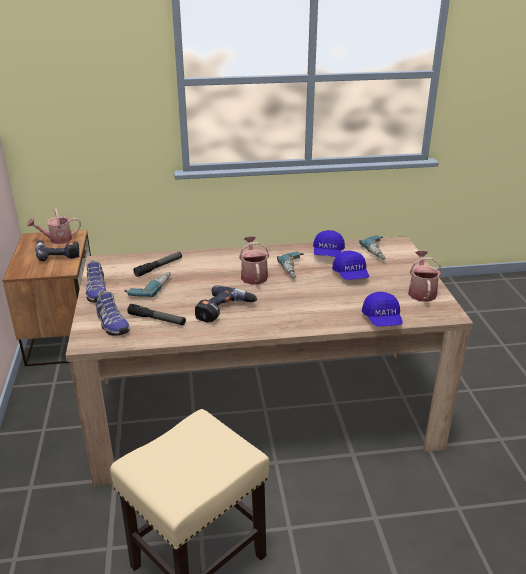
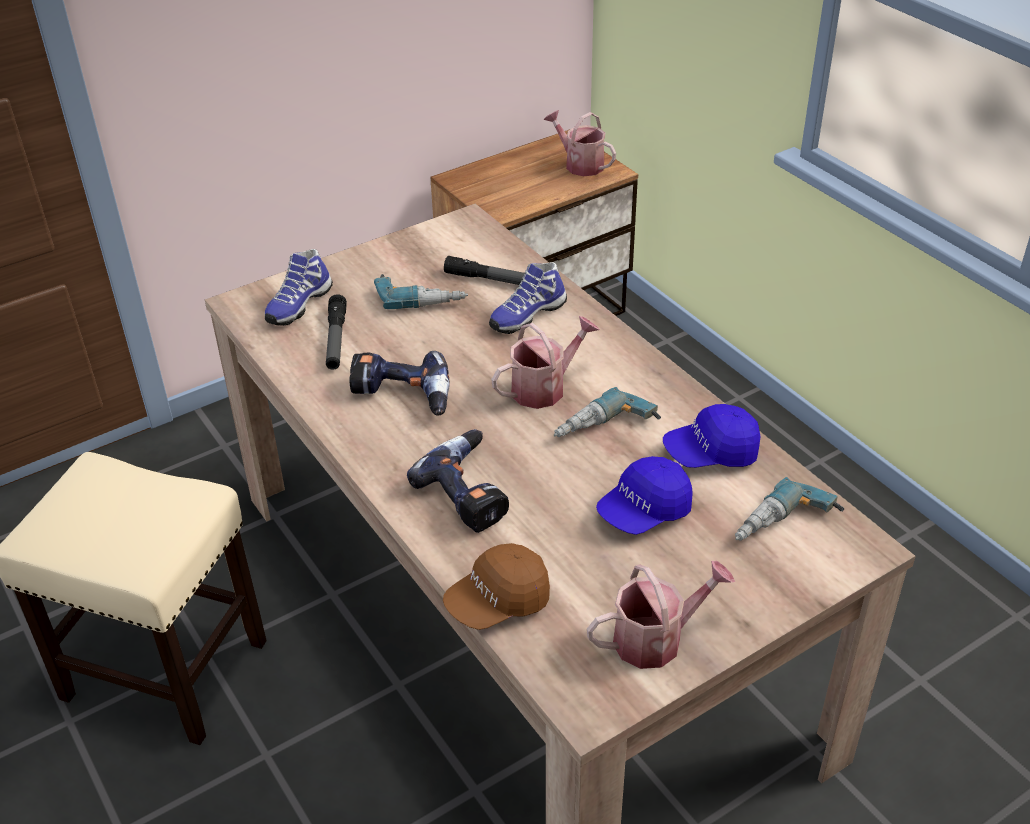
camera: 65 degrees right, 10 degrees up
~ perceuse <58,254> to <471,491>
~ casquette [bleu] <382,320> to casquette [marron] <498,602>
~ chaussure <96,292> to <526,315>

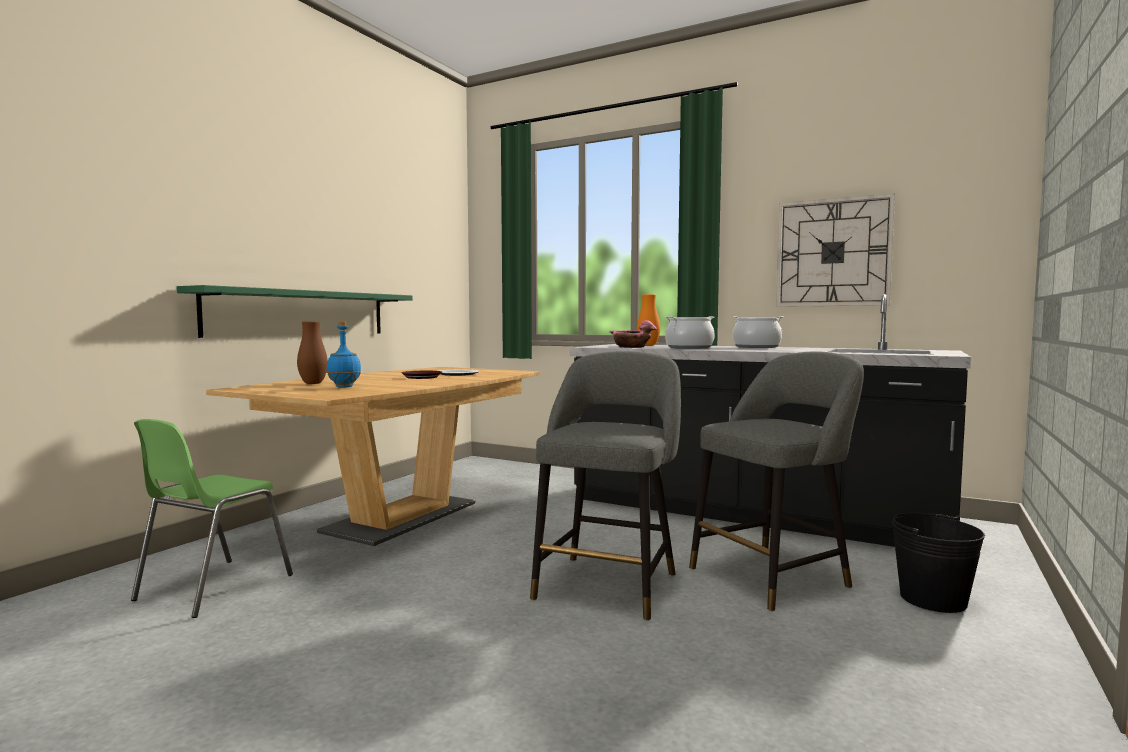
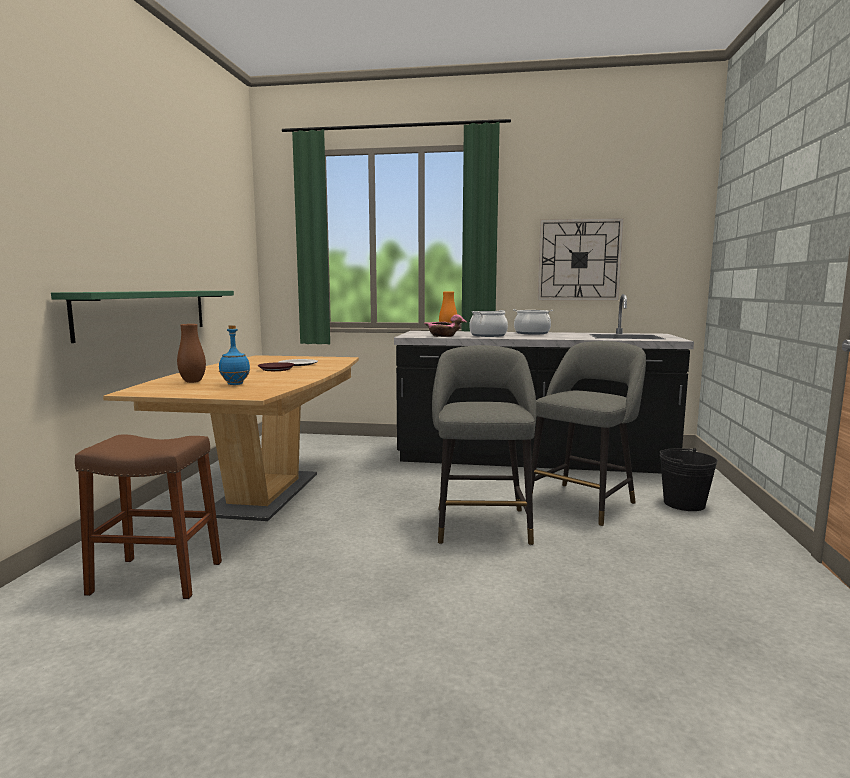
camera: 20 degrees left, 5 degrees up
~ chaise [vert] <212,588> to tabouret [marron] <156,577>

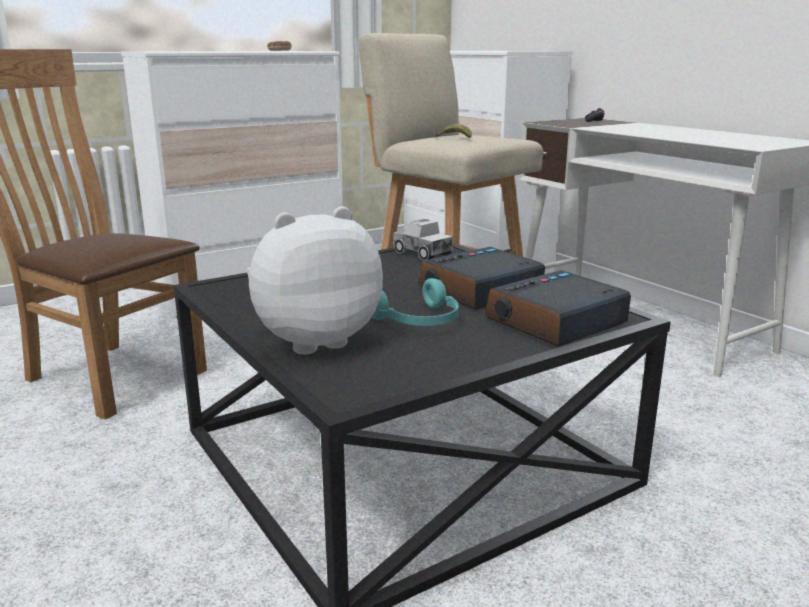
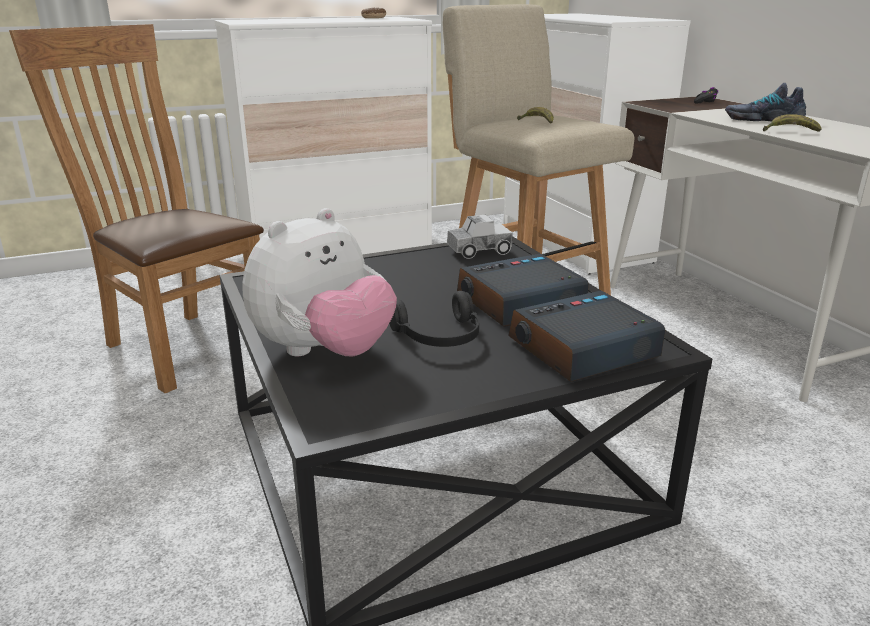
camera: 10 degrees right, 5 degrees up
~ peluche <313,340> = <324,352> 150 degrees clockwise
~ casque audio [turquoise] <419,321> to casque audio [noir] <440,337>
~ camion jouet <422,253> = <479,251> 75 degrees counterclockwise
+ chaussure <763,119>
+ banane <790,131>

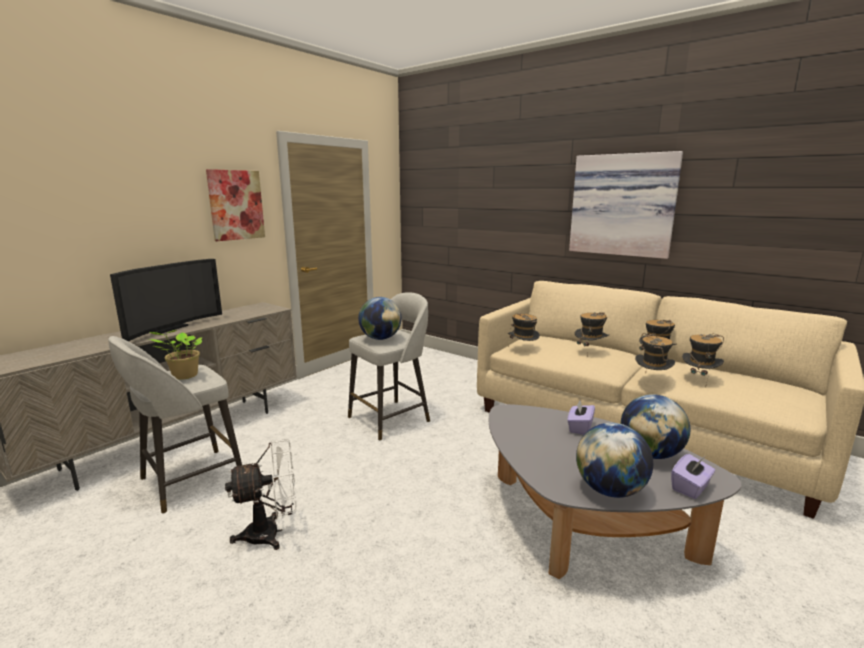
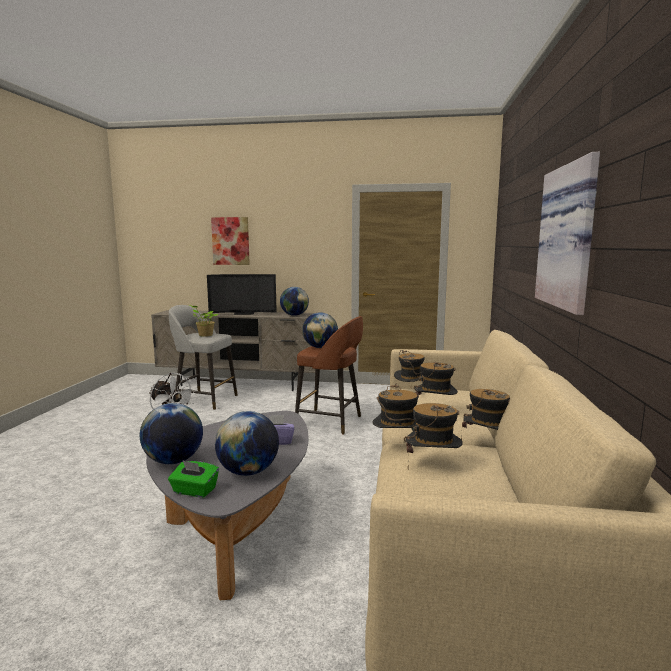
camera: 60 degrees right, 5 degrees down
~ boîte à mouchoirs [violet] <691,488> to boîte à mouchoirs [vert] <194,491>
~ tableau <236,205> to <230,241>
+ globe <294,315>
~ tabouret [gris] <391,418> to tabouret [marron] <330,422>

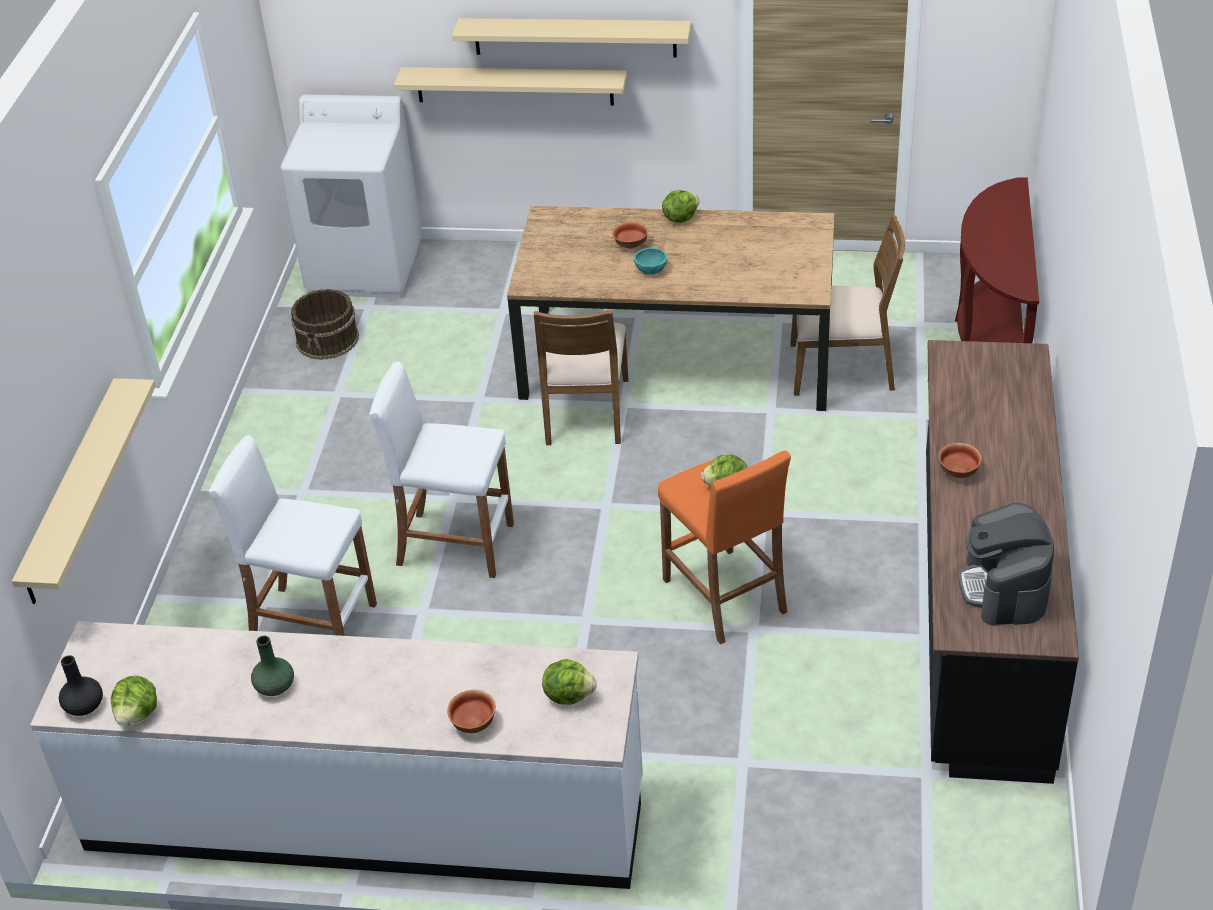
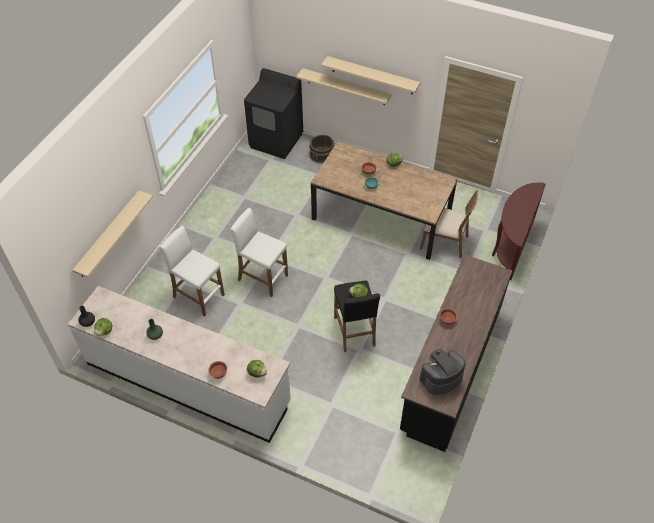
camera: 15 degrees right, 10 degrees up
~ lave-linge [blanc] <365,267> to lave-linge [noir] <276,141>
~ seau [marron] <328,339> to <322,155>
~ tabouret [orange] <724,596> to tabouret [noir] <354,331>
~ machine à café <1004,588> = <441,378> 45 degrees clockwise
- chaise [marron] <585,412>

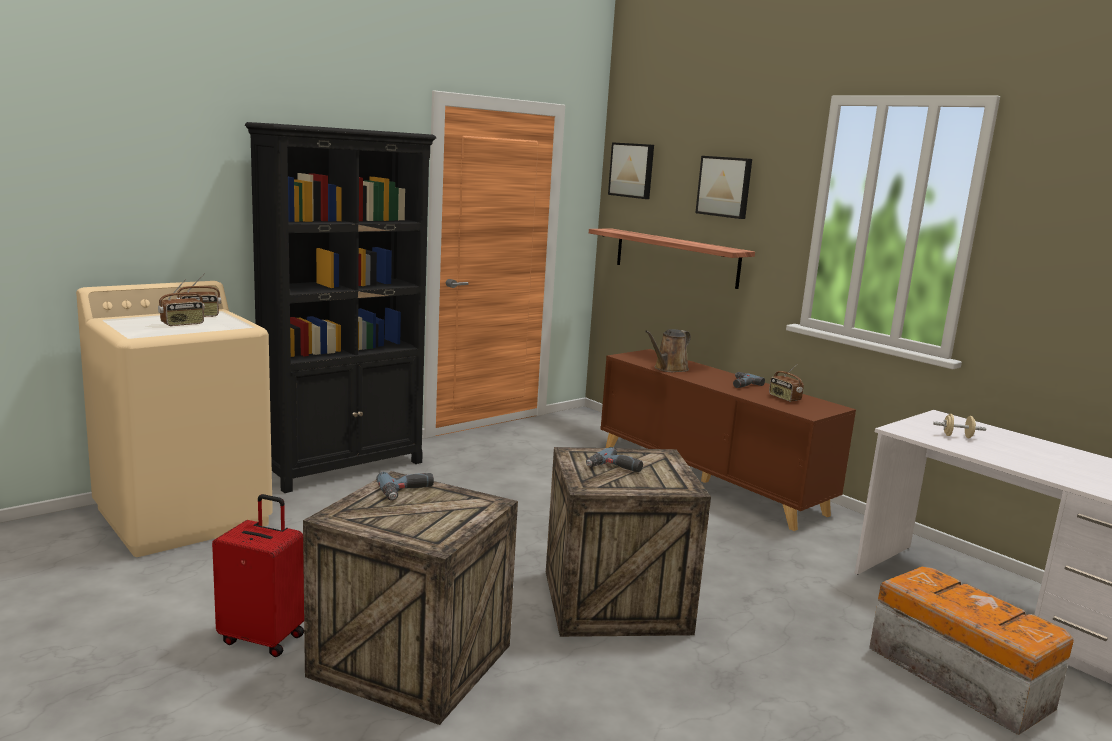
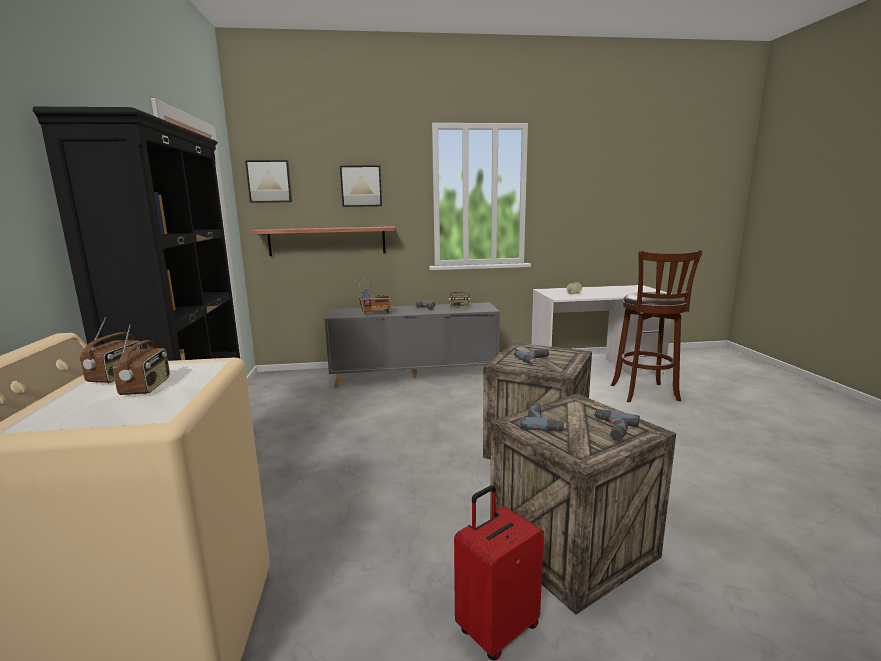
camera: 55 degrees left, 0 degrees up
~ meuble de rangement [marron] <709,480> to meuble de rangement [gris] <415,375>
~ arrosoir [marron] <669,369> to radio <376,313>
+ perceuse <611,429>
~ boîte de rangement <958,675> to tabouret [marron] <646,394>

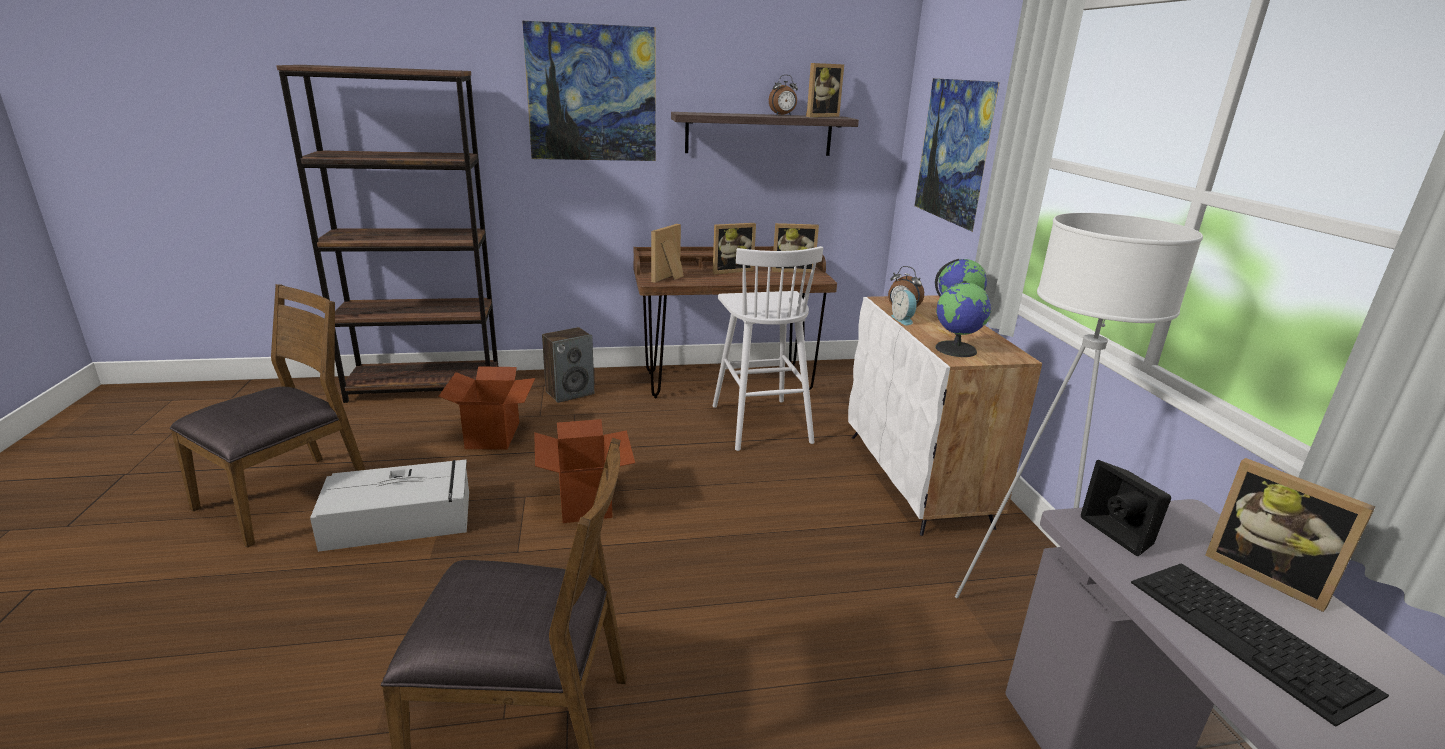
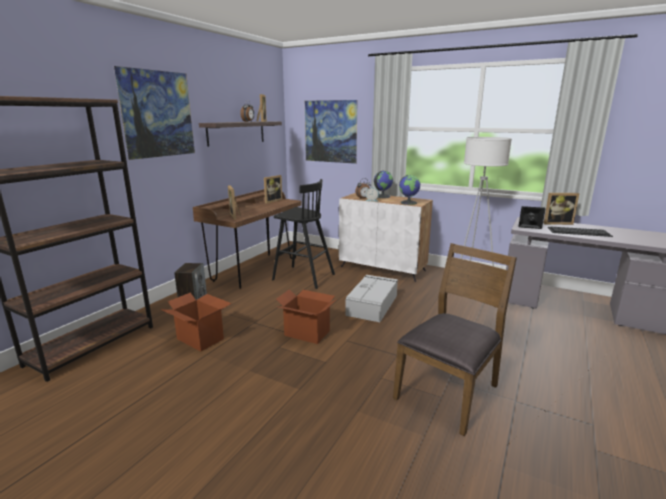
camera: 50 degrees left, 5 degrees down
~ tabouret [blanc] <760,423> to tabouret [noir] <302,277>
~ boîte de rangement [gris] <401,519> to <372,304>
- chaise [marron] <286,496>
- cadre photo <731,270>

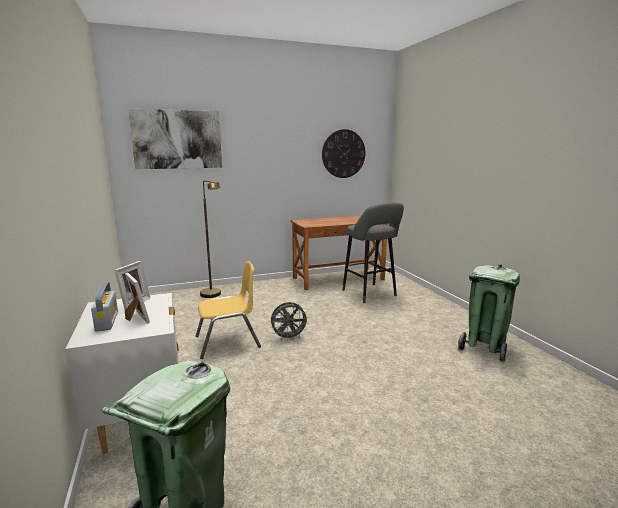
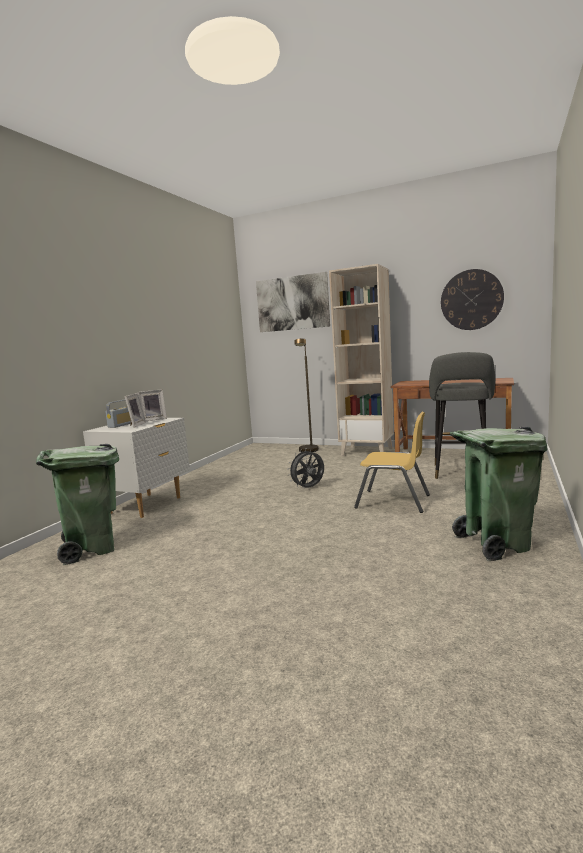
camera: 45 degrees right, 5 degrees down
~ ventilateur [gris] <289,338> = <308,488> 120 degrees clockwise
+ bibliothèque [beige] <367,451>
~ chaise [jaune] <228,342> to <393,501>

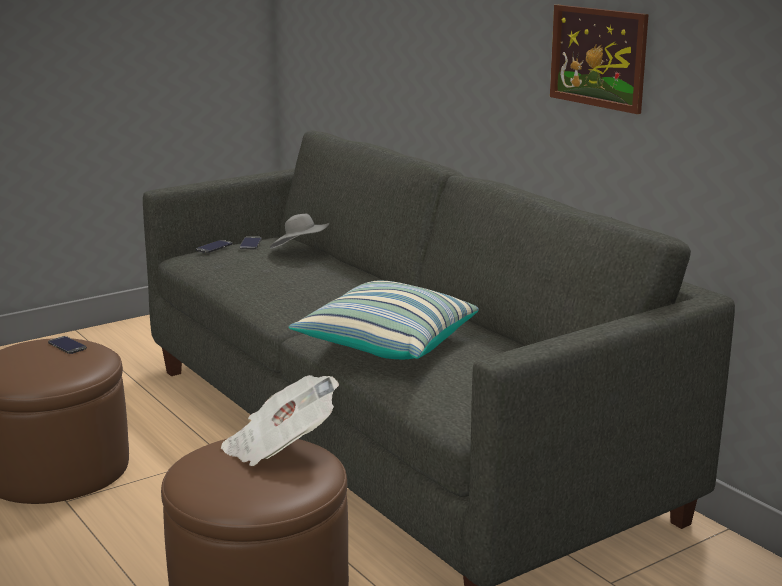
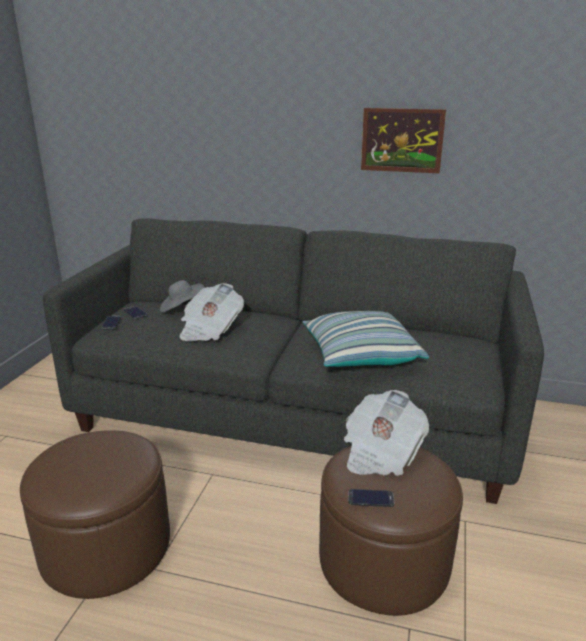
camera: 40 degrees left, 5 degrees up
+ journal <210,329>
~ téléphone <67,345> to <371,498>

